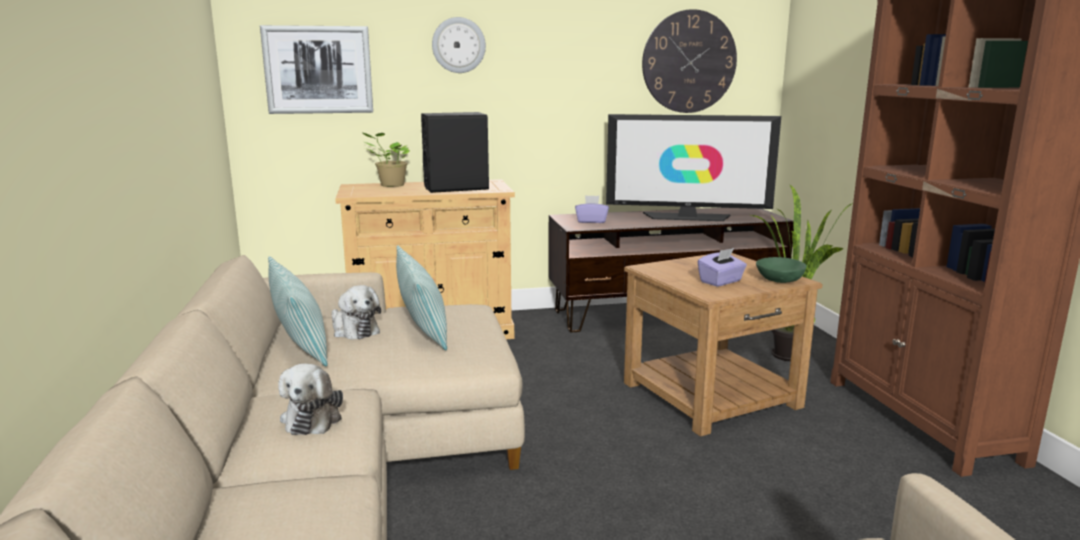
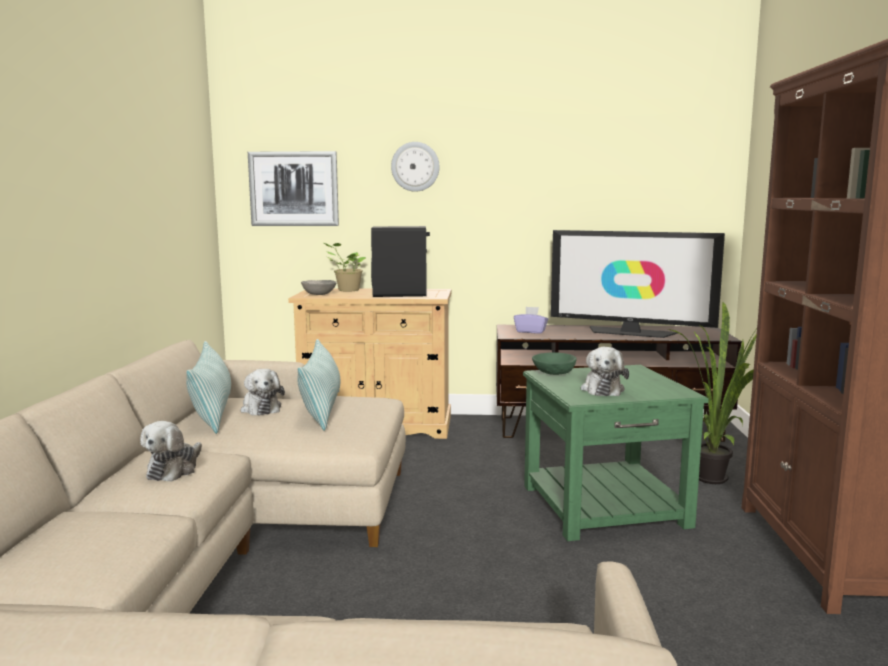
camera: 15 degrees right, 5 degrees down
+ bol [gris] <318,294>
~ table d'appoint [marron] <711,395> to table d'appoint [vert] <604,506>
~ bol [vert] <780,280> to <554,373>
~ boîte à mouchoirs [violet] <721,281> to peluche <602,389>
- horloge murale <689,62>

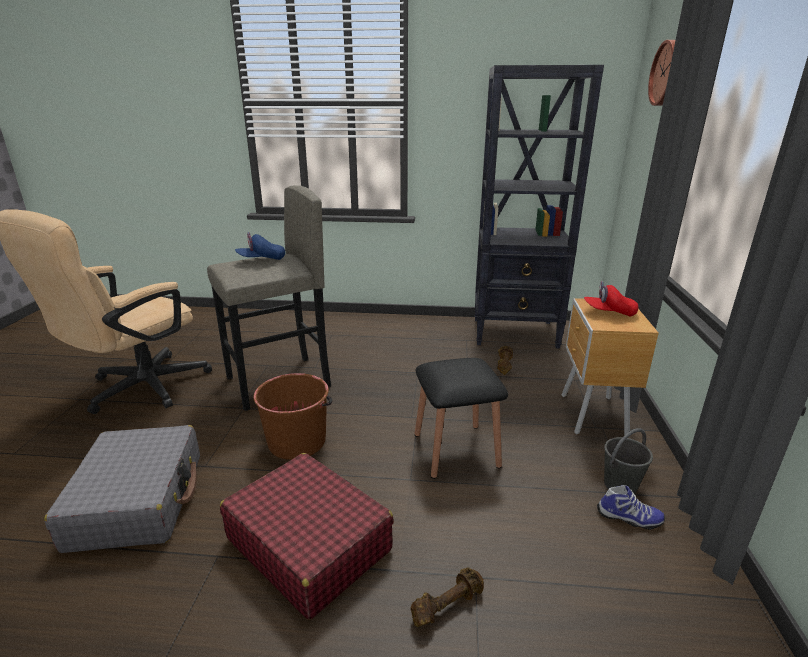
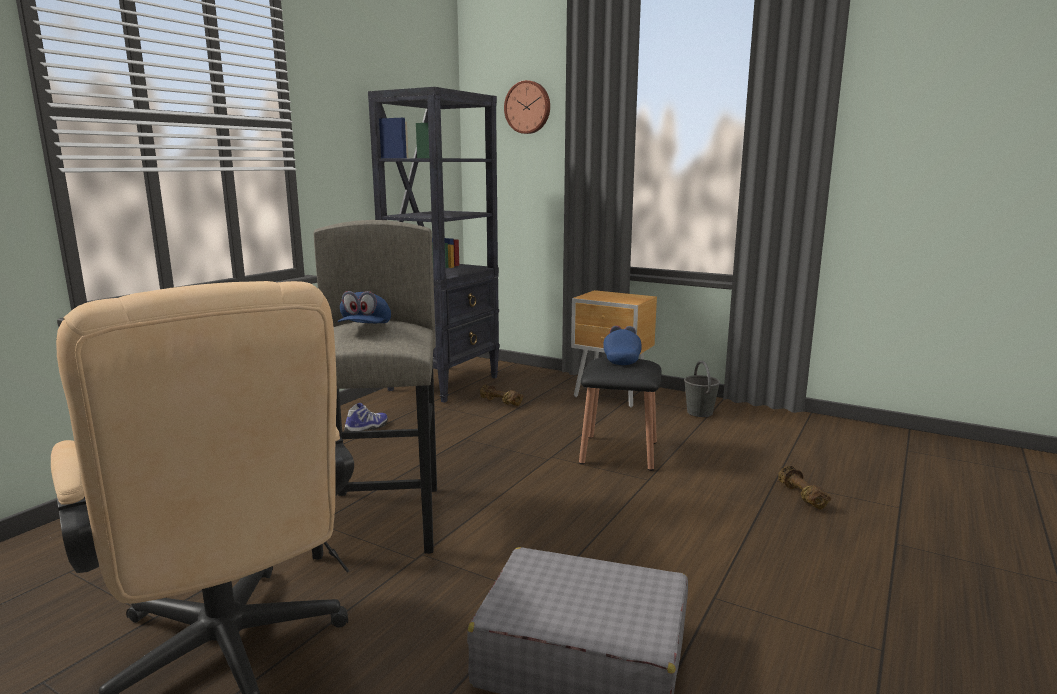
camera: 65 degrees left, 10 degrees down
~ chaussure <629,518> to <367,428>
+ casquette [bleu] <621,358>
- valise [rouge] <308,543>
- seau [marron] <297,441>
- casquette [rouge] <609,312>

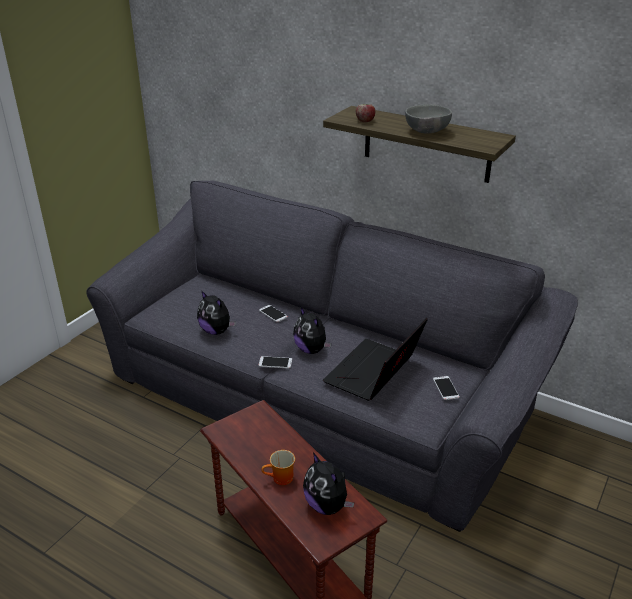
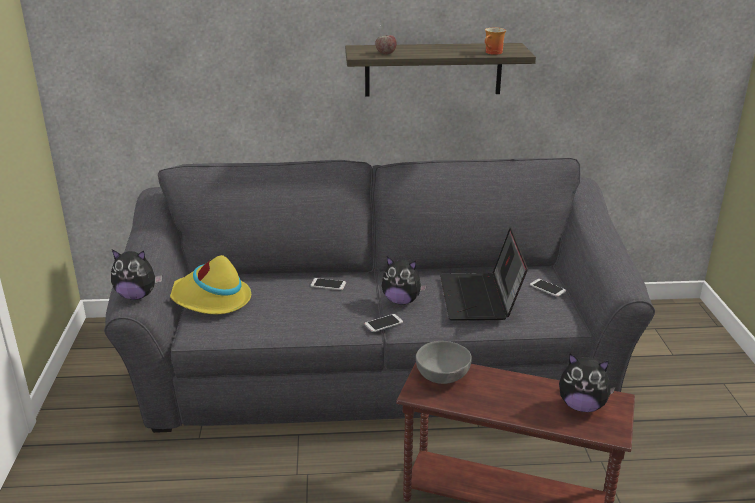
camera: 35 degrees left, 5 degrees down
~ peluche <216,331> to <137,296>
+ chapeau [jaune] <211,300>
~ bol [gris] <426,132> to <443,378>
~ mug <281,479> to <494,53>

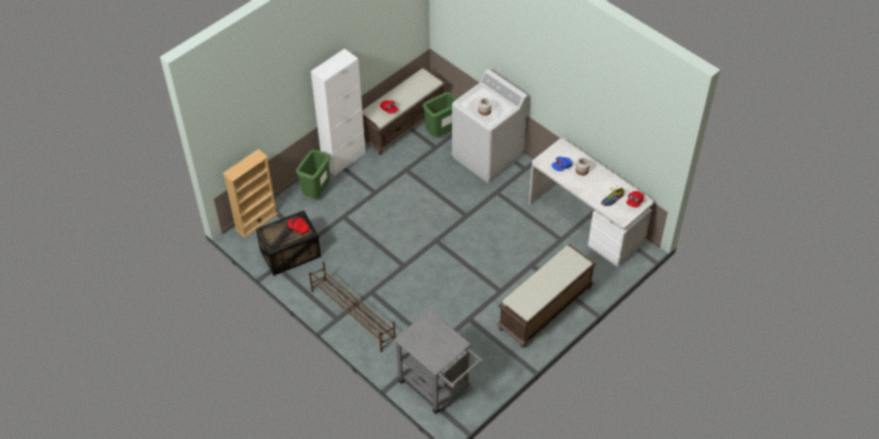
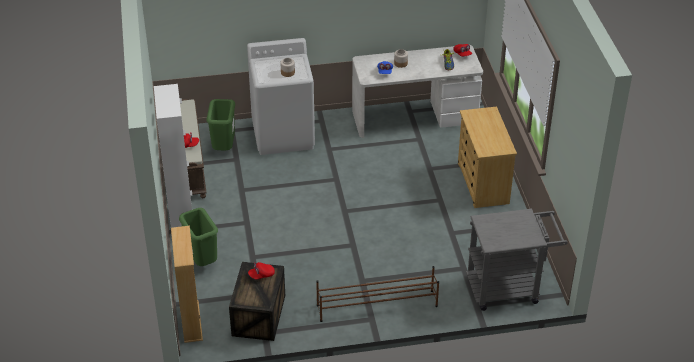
camera: 55 degrees left, 10 degrees down
~ banc [marron] <545,308> to commode [beige] <483,183>

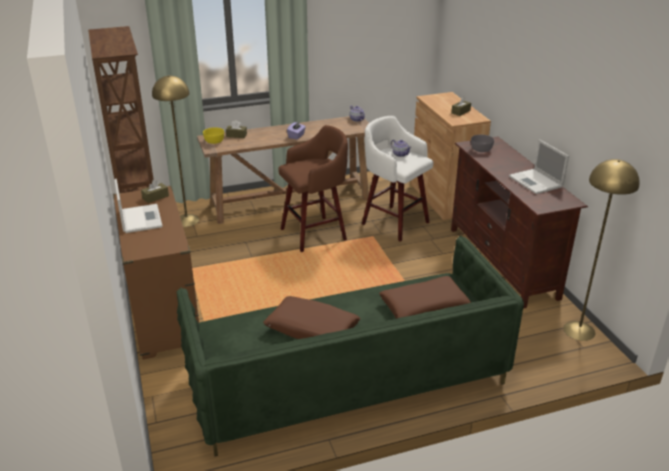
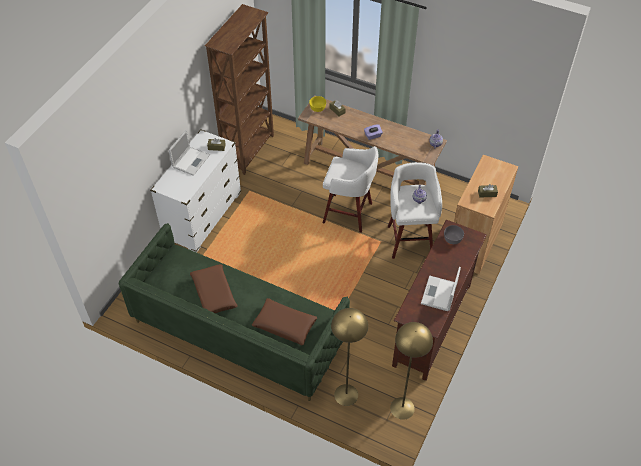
camera: 45 degrees right, 20 degrees up
~ commode [marron] <164,315> to commode [blanc] <203,216>
~ tabouret [marron] <315,234> to tabouret [blanc] <349,213>
~ lampadaire [jaune] <186,220> to <346,394>

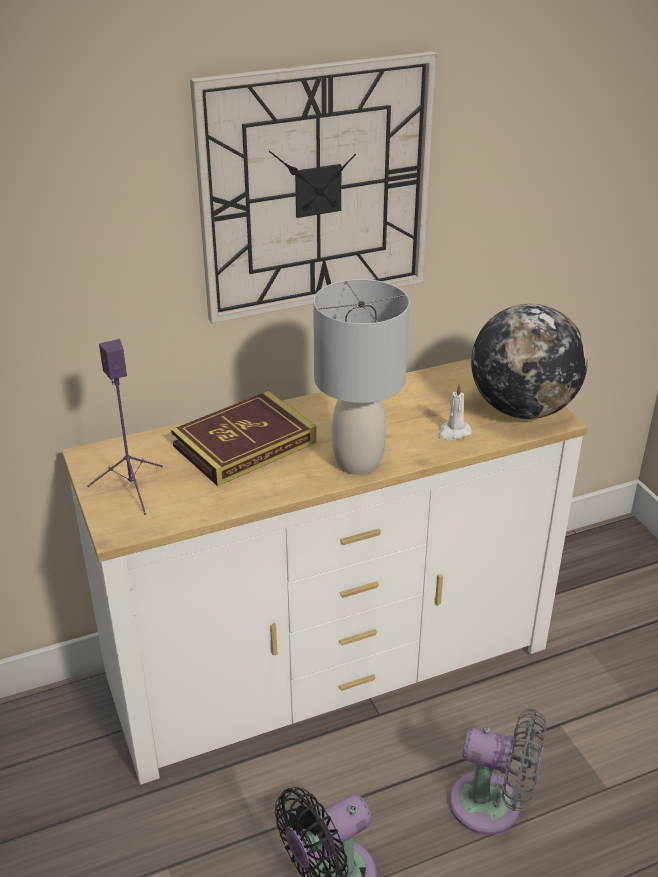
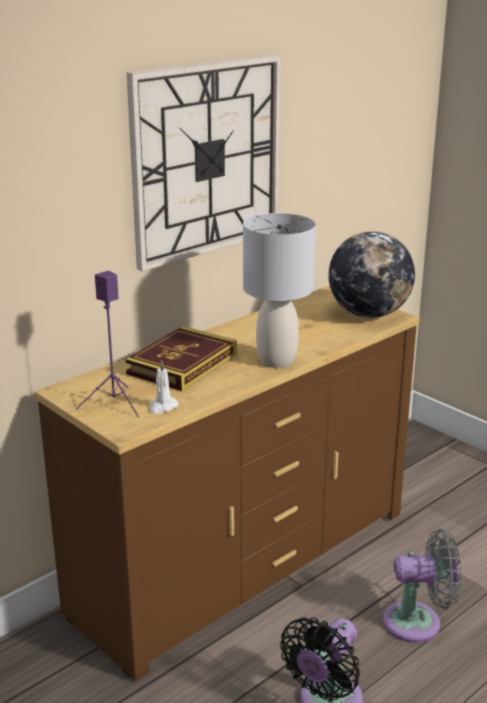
camera: 20 degrees left, 10 degrees down
~ commode [blanc] <328,662> to commode [marron] <242,561>
~ bougie [blanc] <453,432> to <162,407>

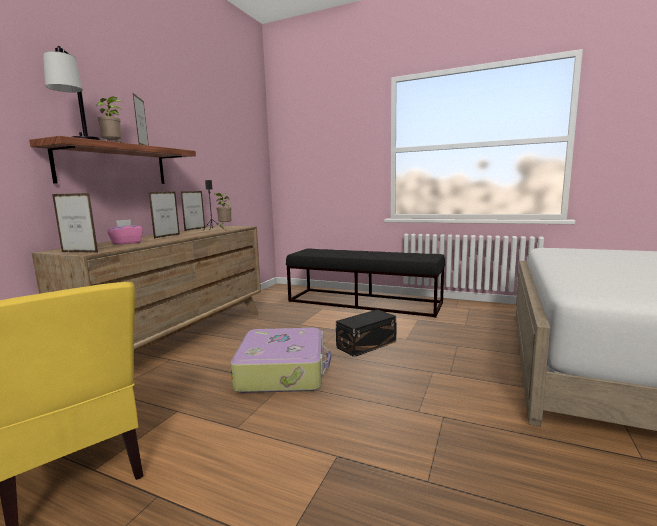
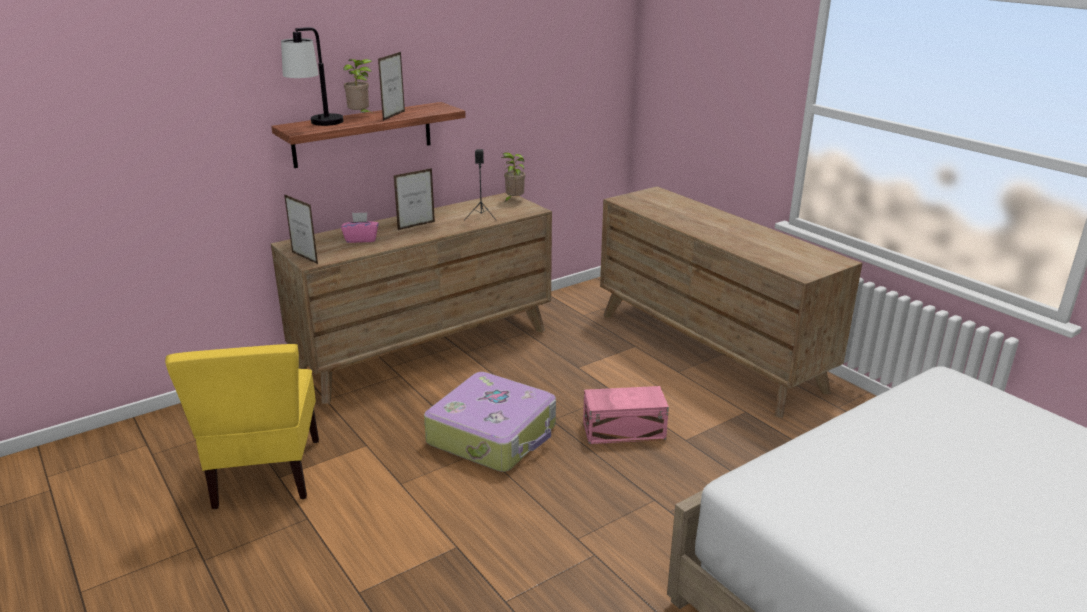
camera: 30 degrees right, 15 degrees up
~ boîte de rangement [noir] <365,344> to boîte de rangement [rose] <622,430>
~ banc [noir] <364,302> to commode [marron] <708,351>
- cadre photo <195,229>

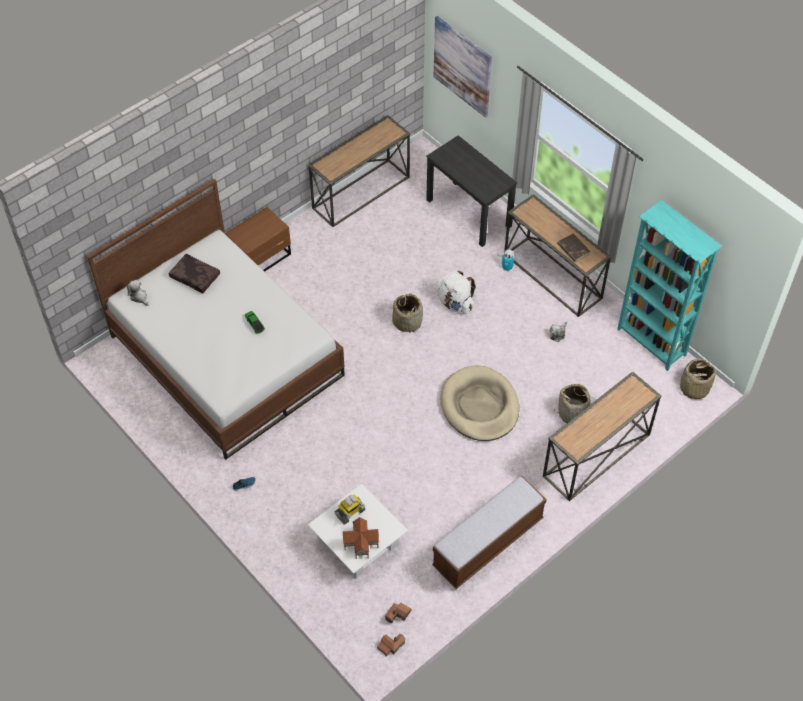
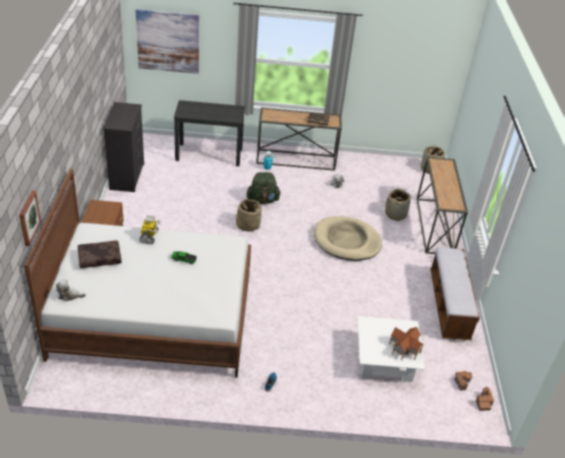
camera: 50 degrees left, 15 degrees down
+ tableau <28,218>
~ table console <361,192> to commode [noir] <127,176>
~ robot jouet <350,513> to <149,236>
~ sac à dos [blanc] <455,303> to sac à dos [vert] <262,200>
- bibliothèque [turquoise] <651,343>

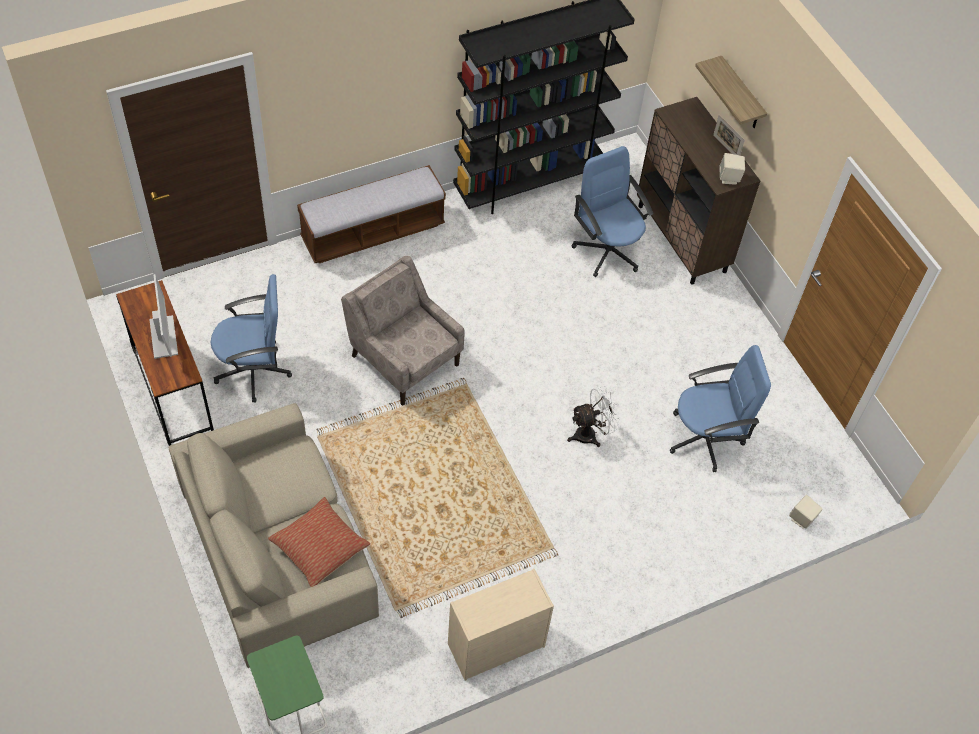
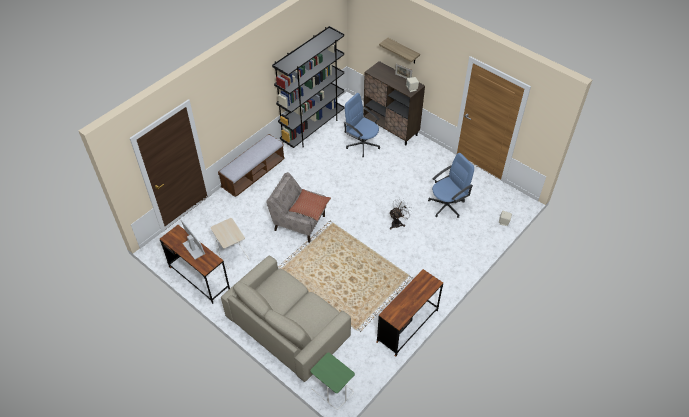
camera: 20 degrees left, 5 degrees down
~ chaise de bureau [bleu] <254,370> to table d'appoint [beige] <232,254>
~ coussin <319,547> to <310,208>
~ commode [beige] <495,646> to bureau [marron] <407,326>

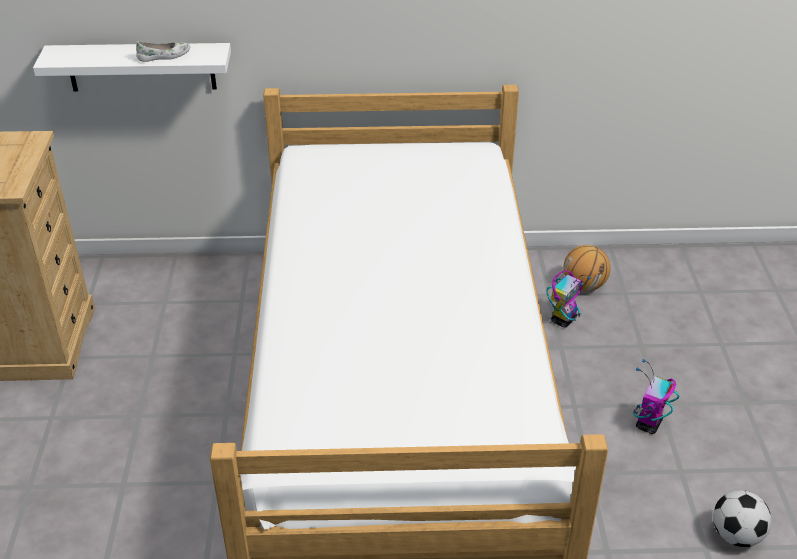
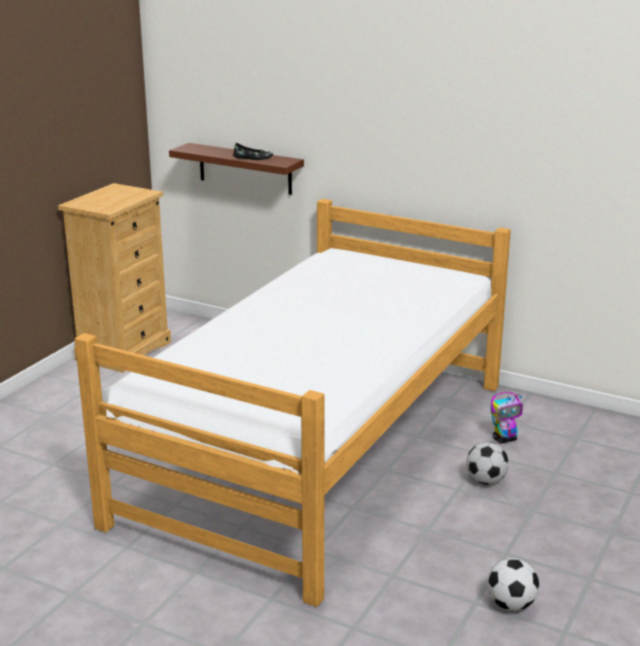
camera: 30 degrees right, 15 degrees down
~ étagère [blanc] <141,67> to étagère [marron] <245,168>
~ chaussure [blanc] <164,56> to chaussure [noir] <253,158>
+ ballon de foot <486,481>
- ballon de basket <584,285>
- robot jouet <648,424>

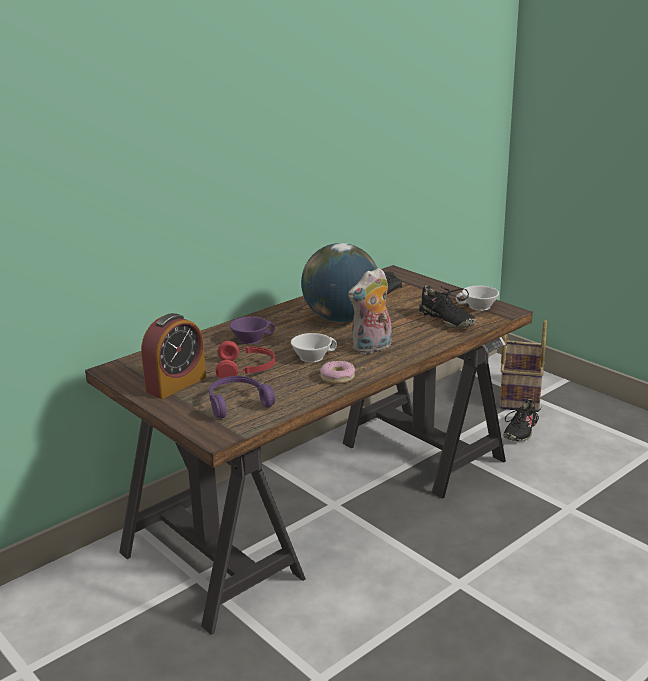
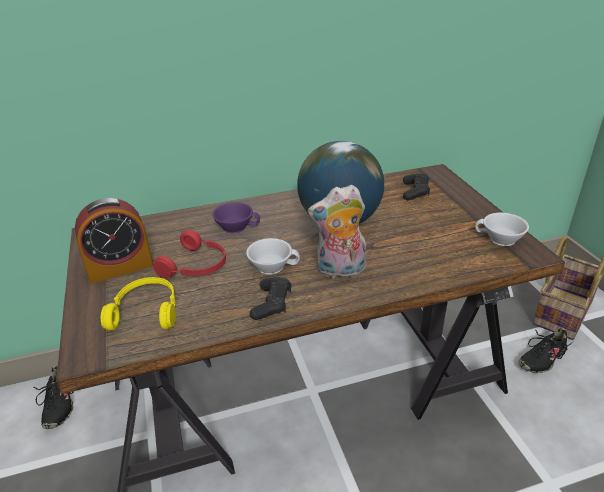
camera: 25 degrees right, 10 degrees up
~ chaussure [noir] <446,321> to <58,405>
~ casque audio [violet] <237,403> to casque audio [jaune] <147,311>
~ beignet <337,377> to manette [noir] <272,304>

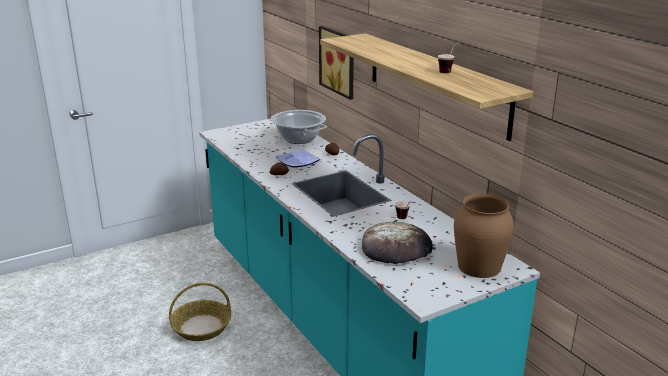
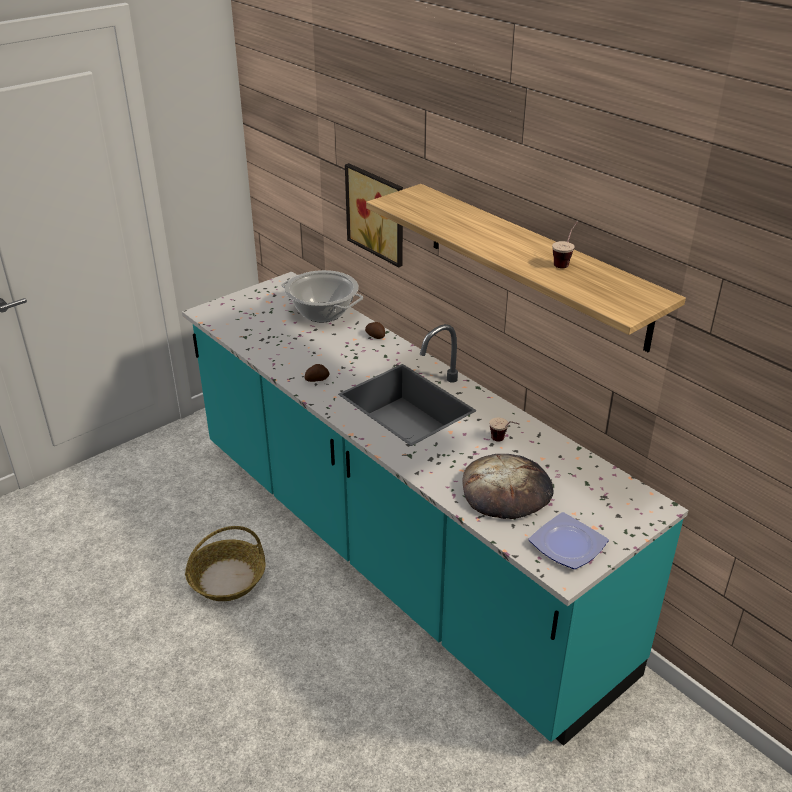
camera: 10 degrees left, 10 degrees up
~ assiette <298,161> to <567,544>
- vase [marron] <479,266>

